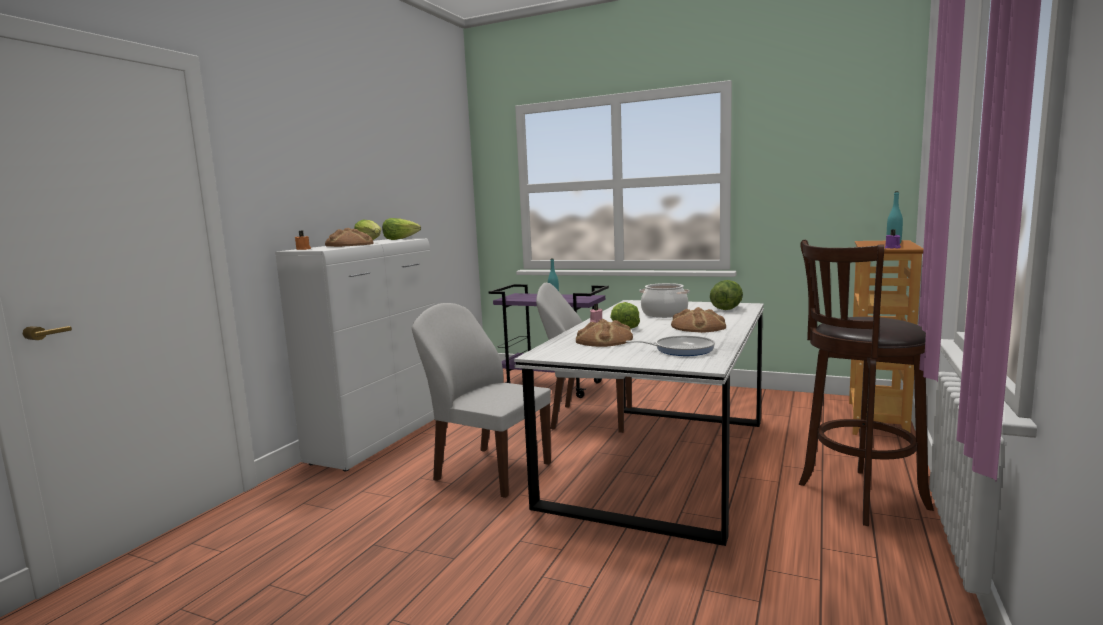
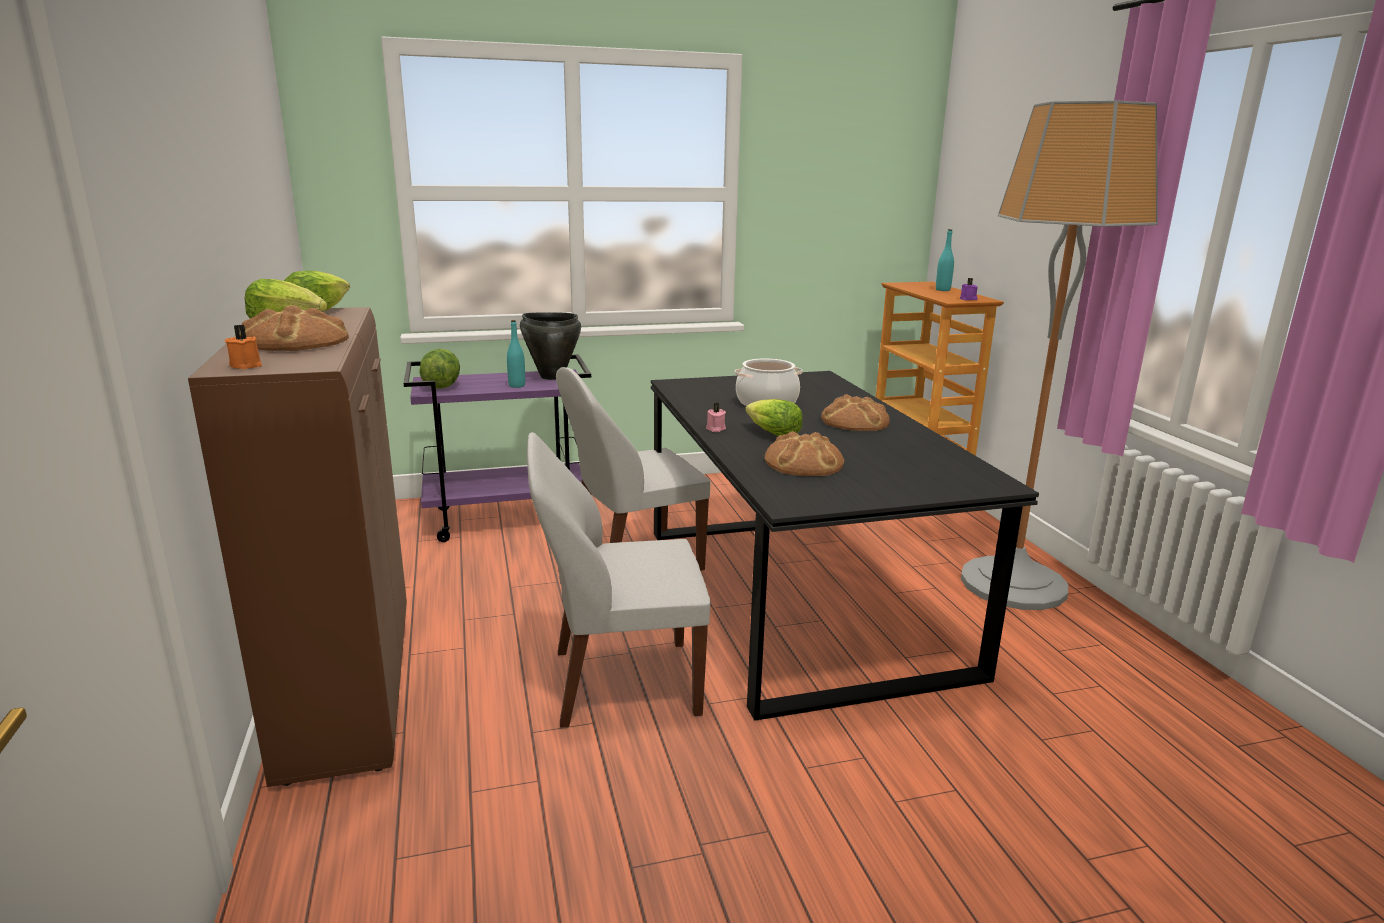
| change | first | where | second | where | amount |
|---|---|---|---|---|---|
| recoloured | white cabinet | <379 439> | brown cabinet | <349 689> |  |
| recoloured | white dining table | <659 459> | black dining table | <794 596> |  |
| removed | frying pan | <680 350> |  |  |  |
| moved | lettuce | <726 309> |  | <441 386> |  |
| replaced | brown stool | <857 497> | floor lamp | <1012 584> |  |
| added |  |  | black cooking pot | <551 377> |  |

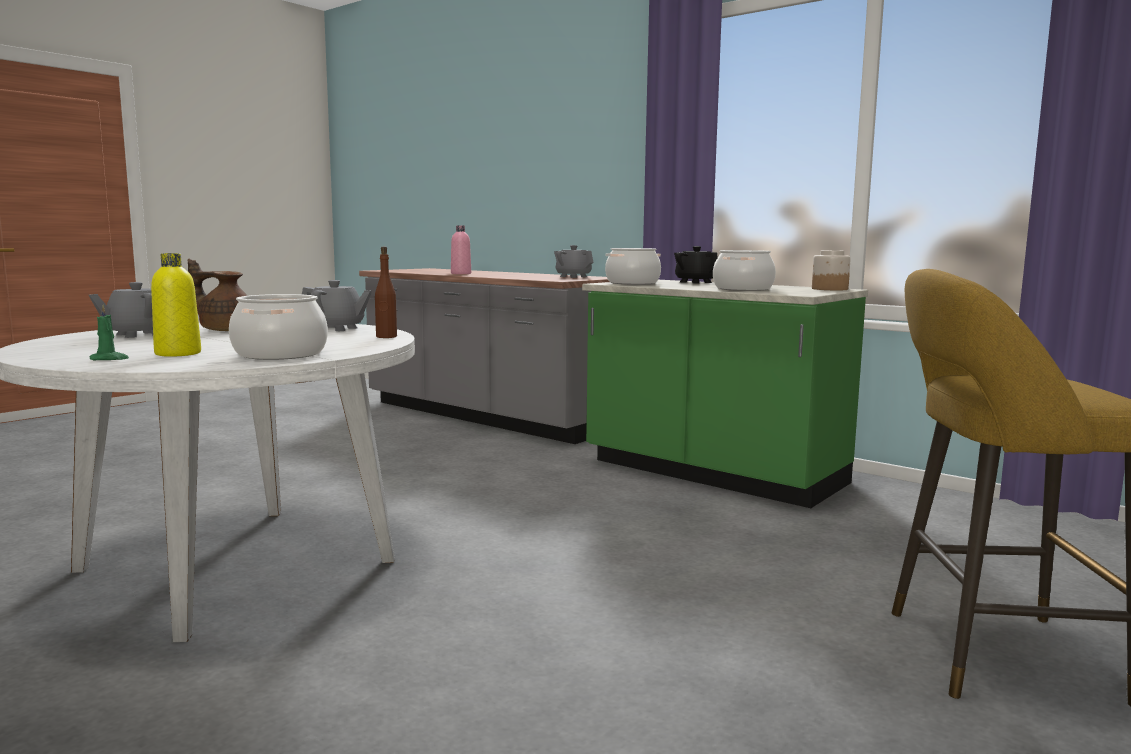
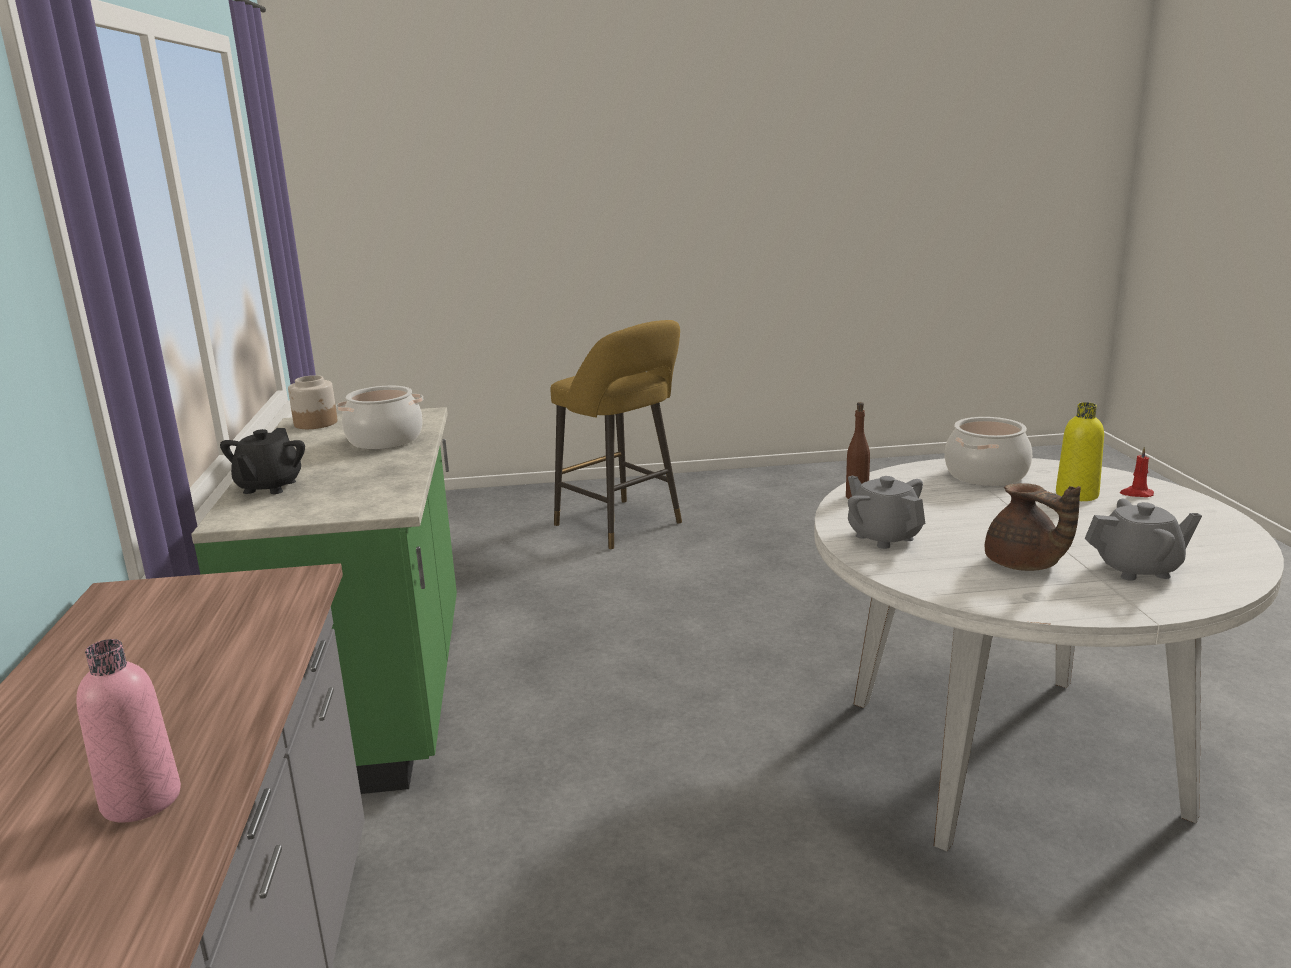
| change | first | where | second | where | amount |
|---|---|---|---|---|---|
| recoloured | green candle | <109 359> | red candle | <1136 494> |  |
| removed | grey teapot | <573 277> |  |  |  |
| removed | cooking pot | <632 283> |  |  |  |

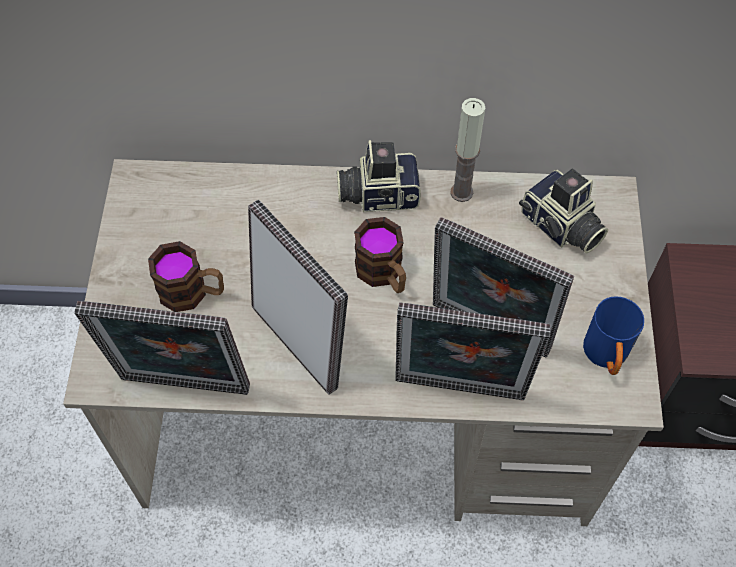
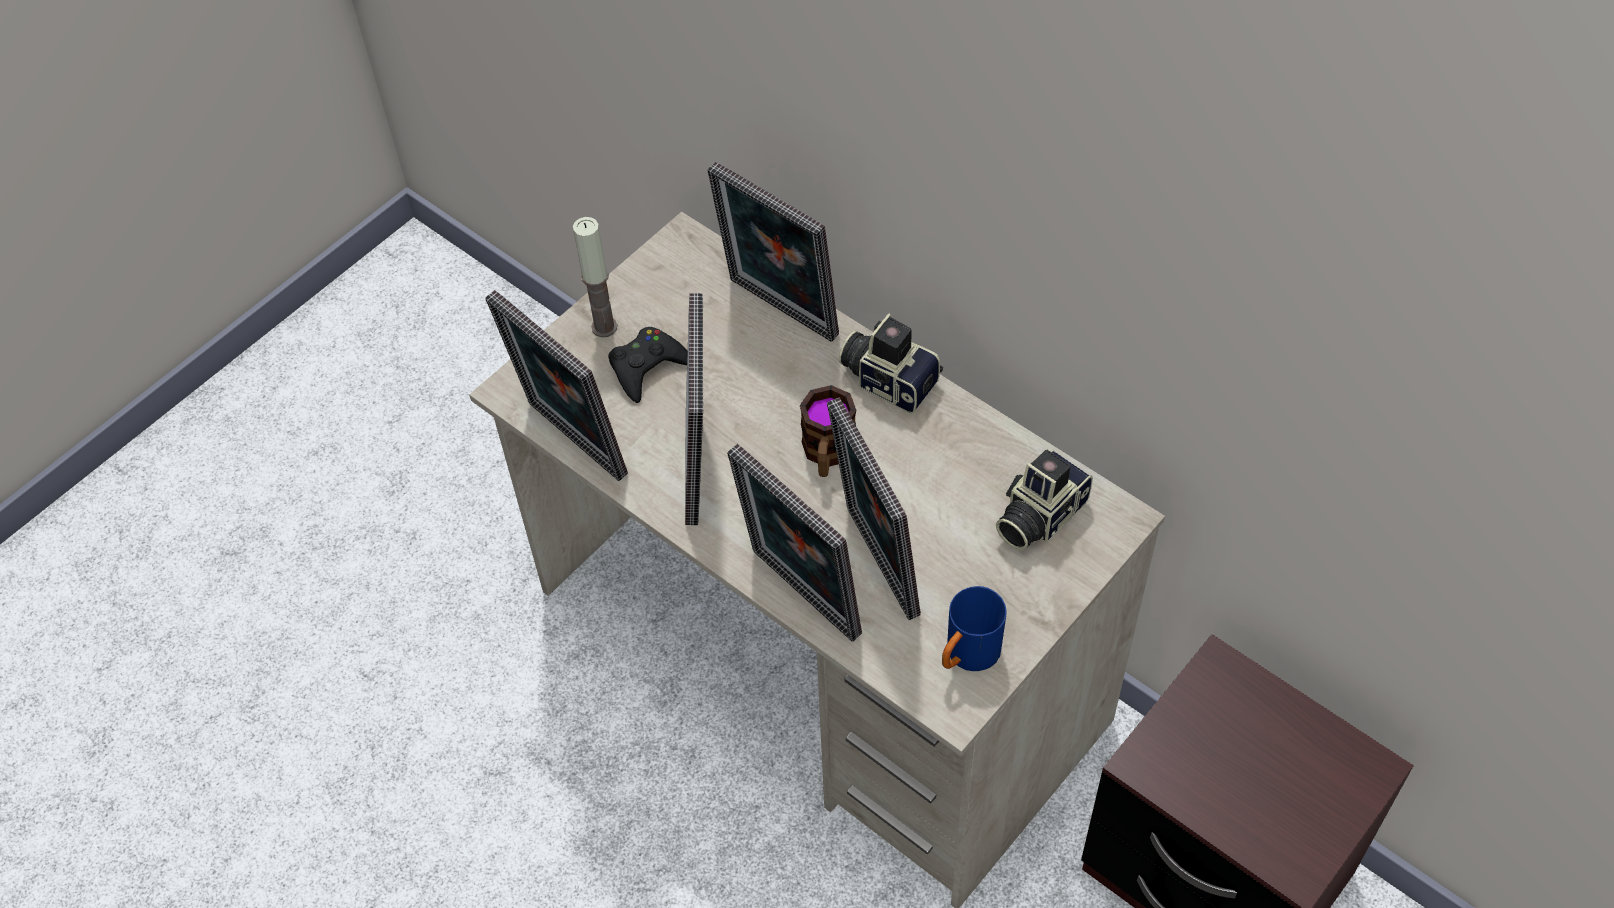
| change | first | where | second | where | amount |
|---|---|---|---|---|---|
| replaced | mug | <192 292> | black game controller | <647 368> |  |
| moved | candle | <461 192> |  | <604 327> |  |
| turned | photo camera | <560 227> |  | <1037 515> | 45 degrees clockwise |
| added |  |  | picture frame | <778 312> |  |

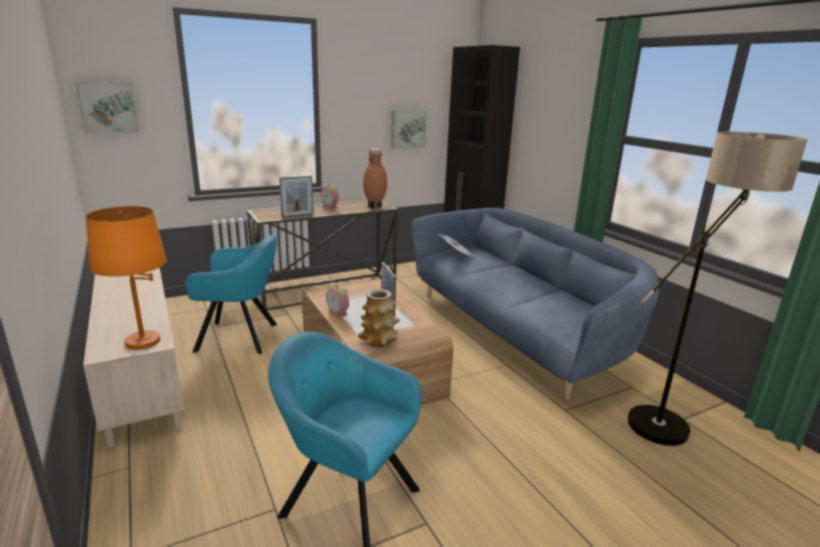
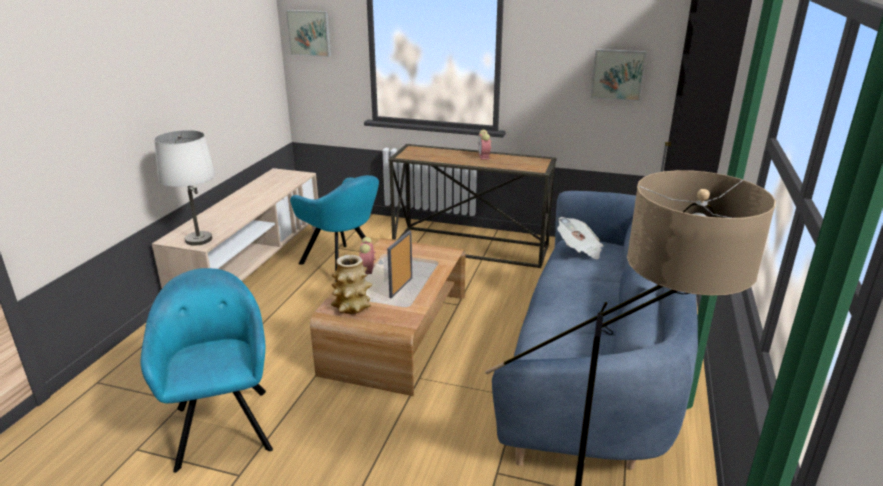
| change | first | where | second | where | amount |
|---|---|---|---|---|---|
| recoloured | orange table lamp | <142 342> | white table lamp | <198 240> |  |
| removed | picture frame | <297 216> |  |  |  |
| removed | brown vase | <375 207> |  |  |  |

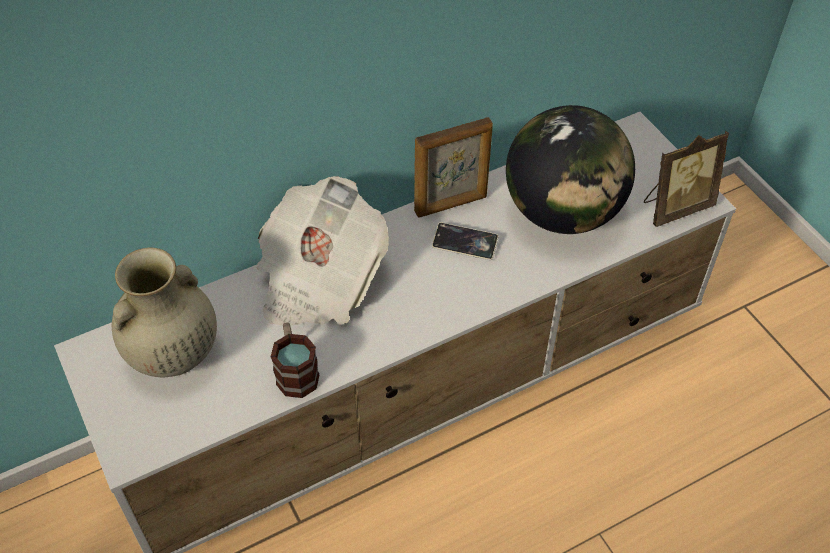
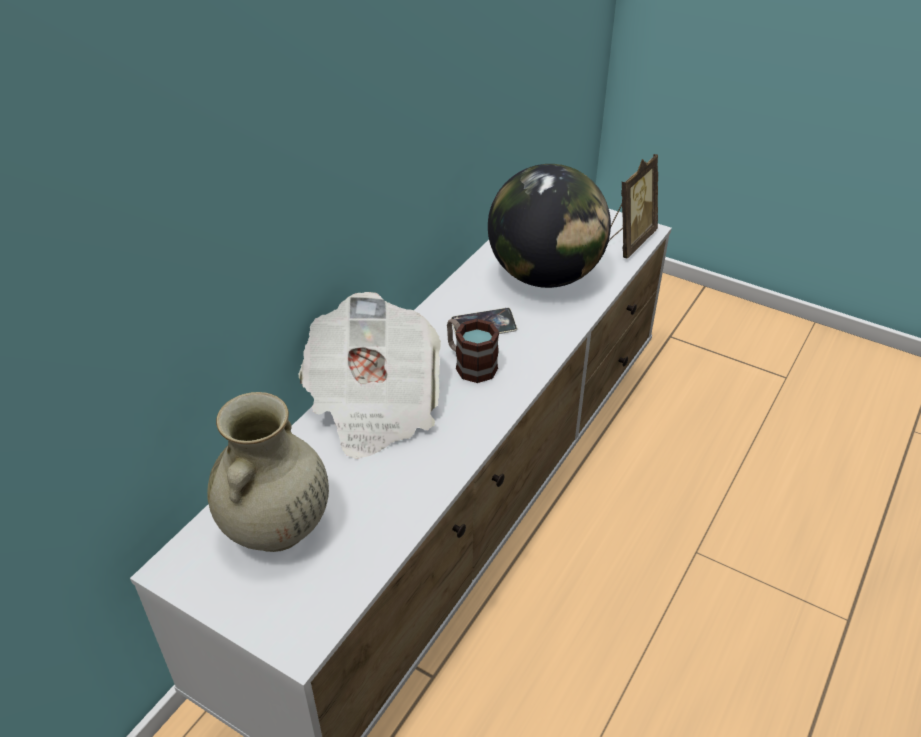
| change | first | where | second | where | amount |
|---|---|---|---|---|---|
| moved | mug | <295 371> |  | <470 364> |  |
| removed | picture frame | <451 205> |  |  |  |

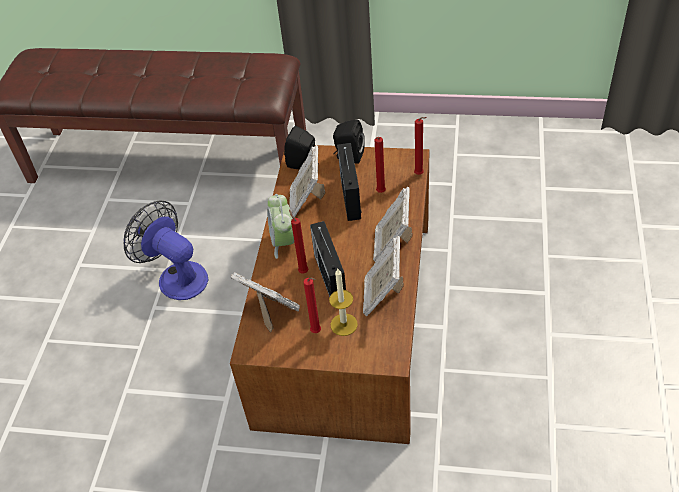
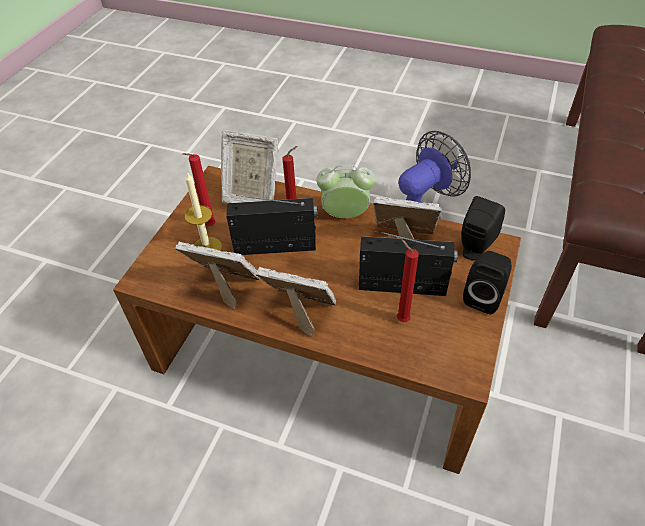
| change | first | where | second | where | amount |
|---|---|---|---|---|---|
| turned | picture frame | <271 312> |  | <251 196> | 60 degrees clockwise |
| removed | red candle | <420 175> |  |  |  |

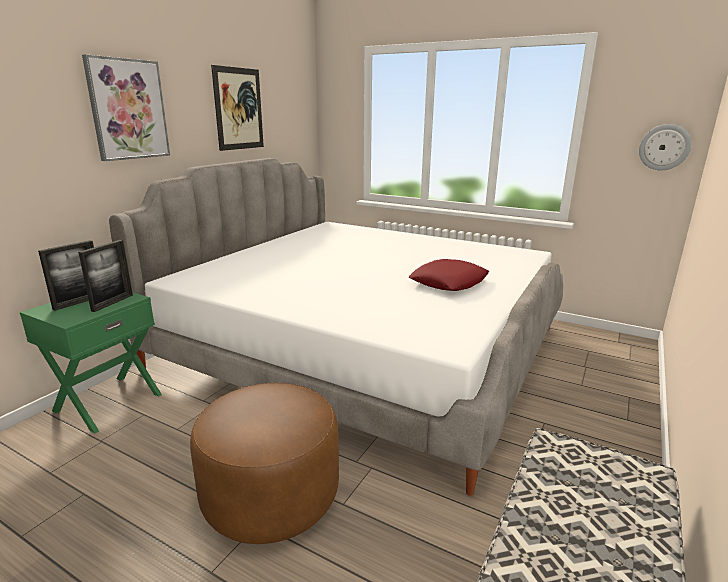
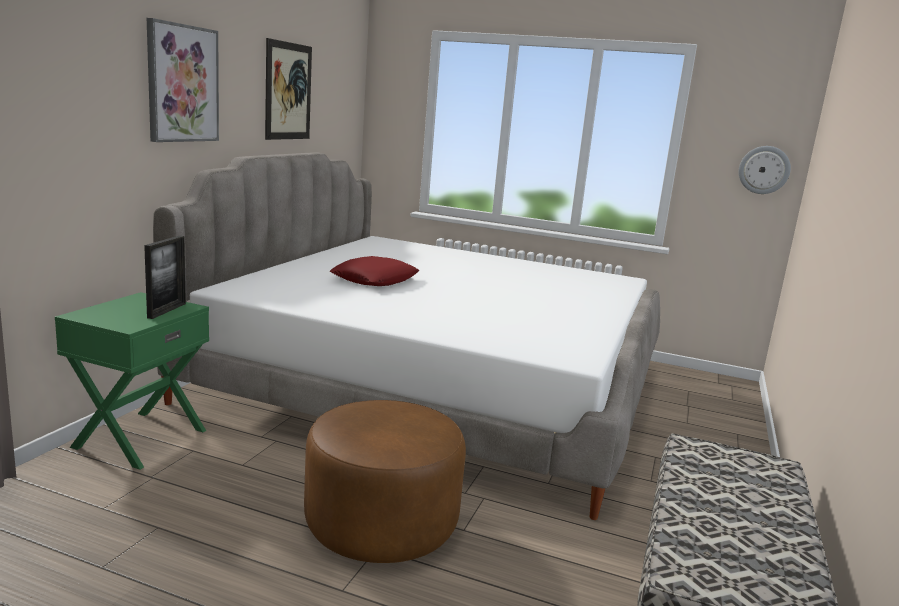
| change | first | where | second | where | amount |
|---|---|---|---|---|---|
| removed | picture frame | <79 302> |  |  |  |
| moved | red pillow | <449 282> |  | <375 279> |  |

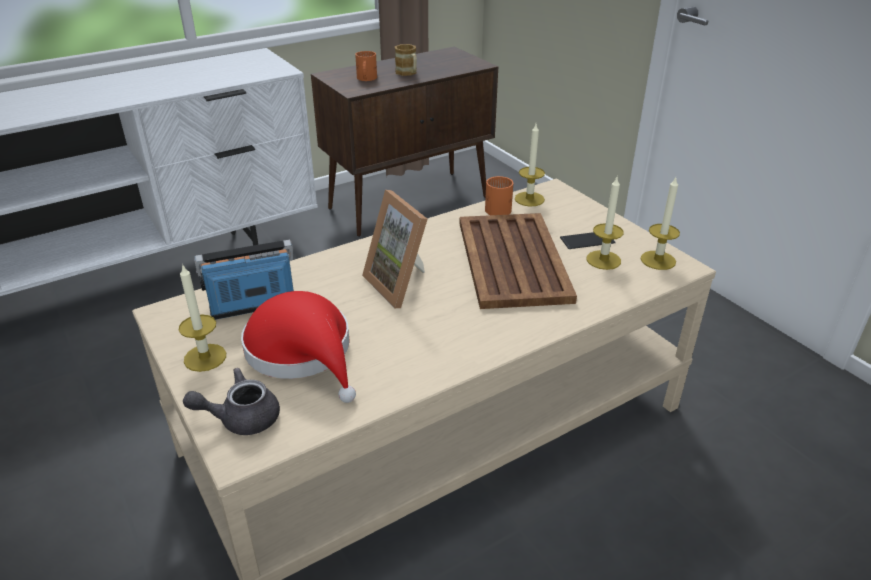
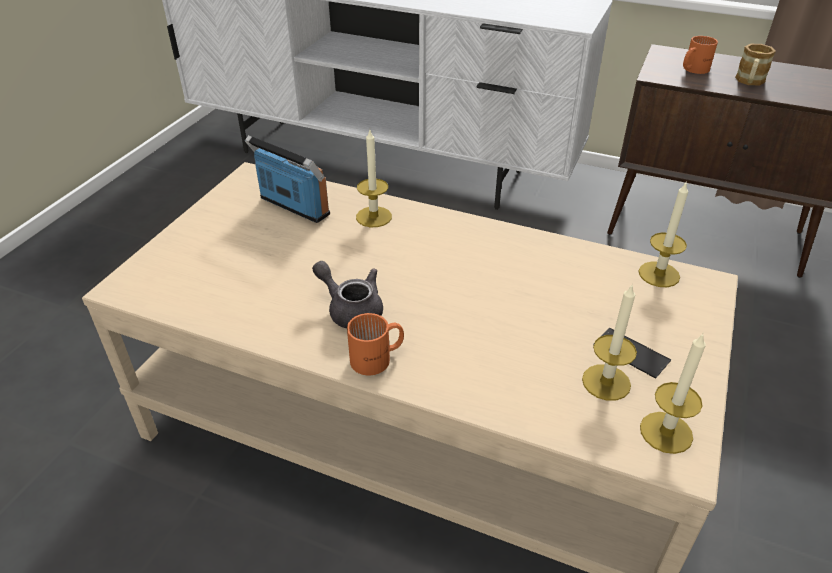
| change | first | where | second | where | amount |
|---|---|---|---|---|---|
| moved | candle | <205 357> |  | <374 217> |  |
| moved | grey teapot | <241 418> |  | <351 309> |  |
| removed | red hat | <303 352> |  |  |  |
| removed | picture frame | <402 284> |  |  |  |
| removed | brown tray | <512 261> |  |  |  |
| moved | orange mug | <499 207> |  | <378 359> |  |

